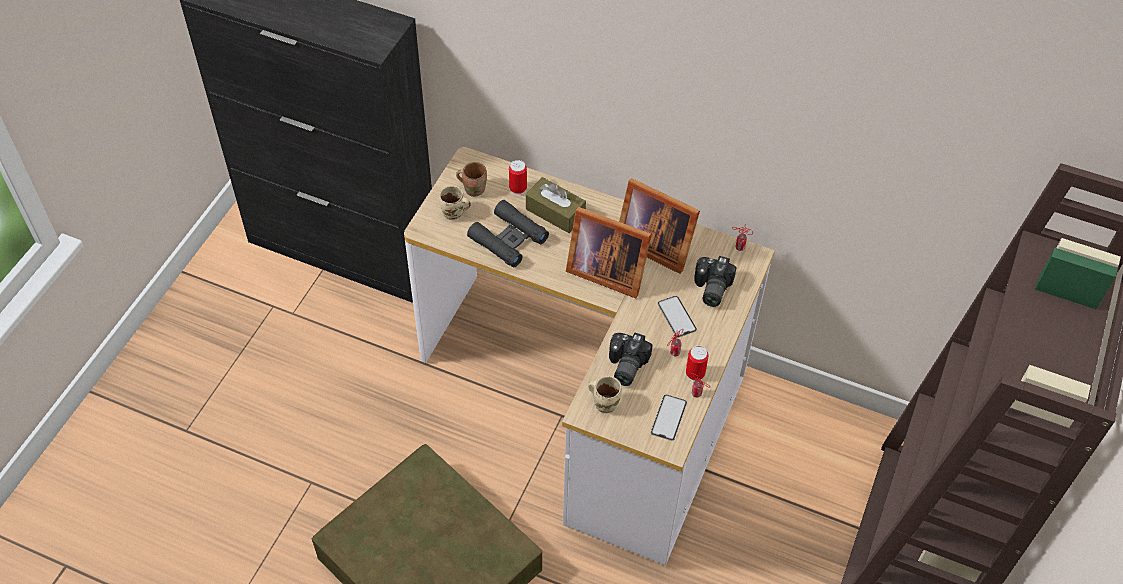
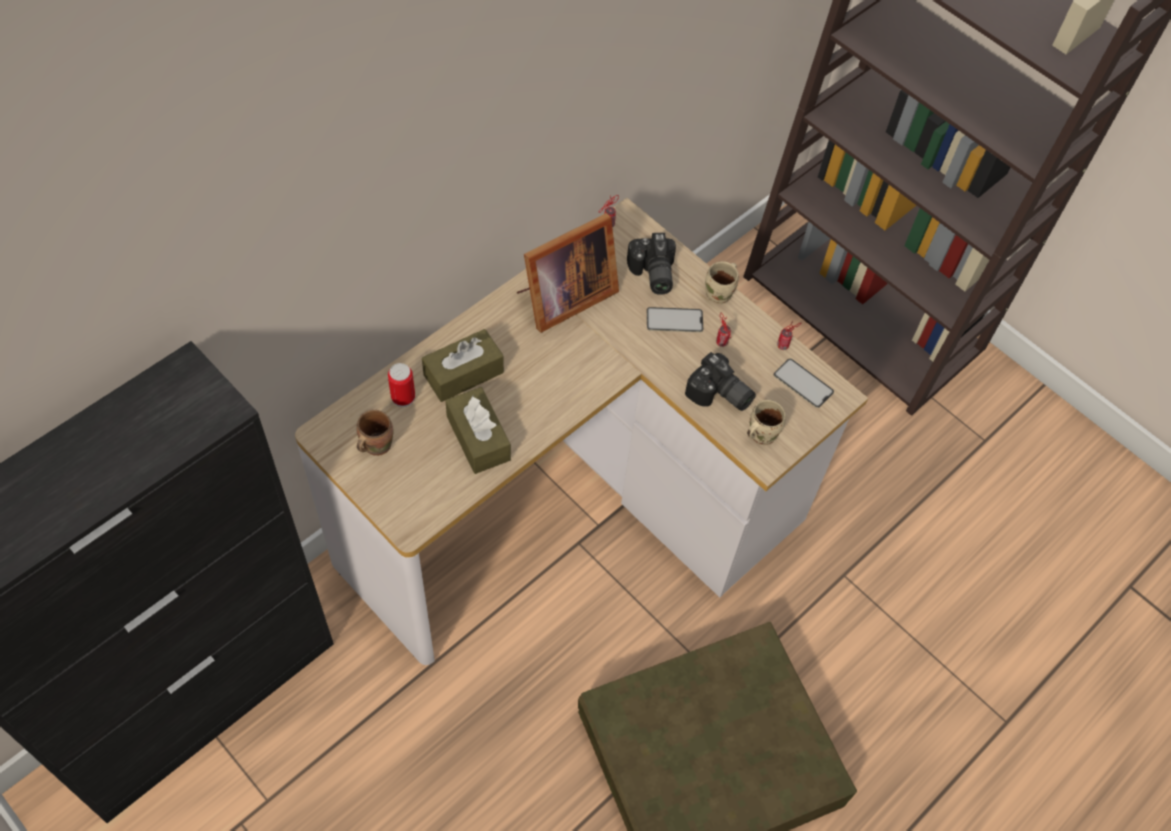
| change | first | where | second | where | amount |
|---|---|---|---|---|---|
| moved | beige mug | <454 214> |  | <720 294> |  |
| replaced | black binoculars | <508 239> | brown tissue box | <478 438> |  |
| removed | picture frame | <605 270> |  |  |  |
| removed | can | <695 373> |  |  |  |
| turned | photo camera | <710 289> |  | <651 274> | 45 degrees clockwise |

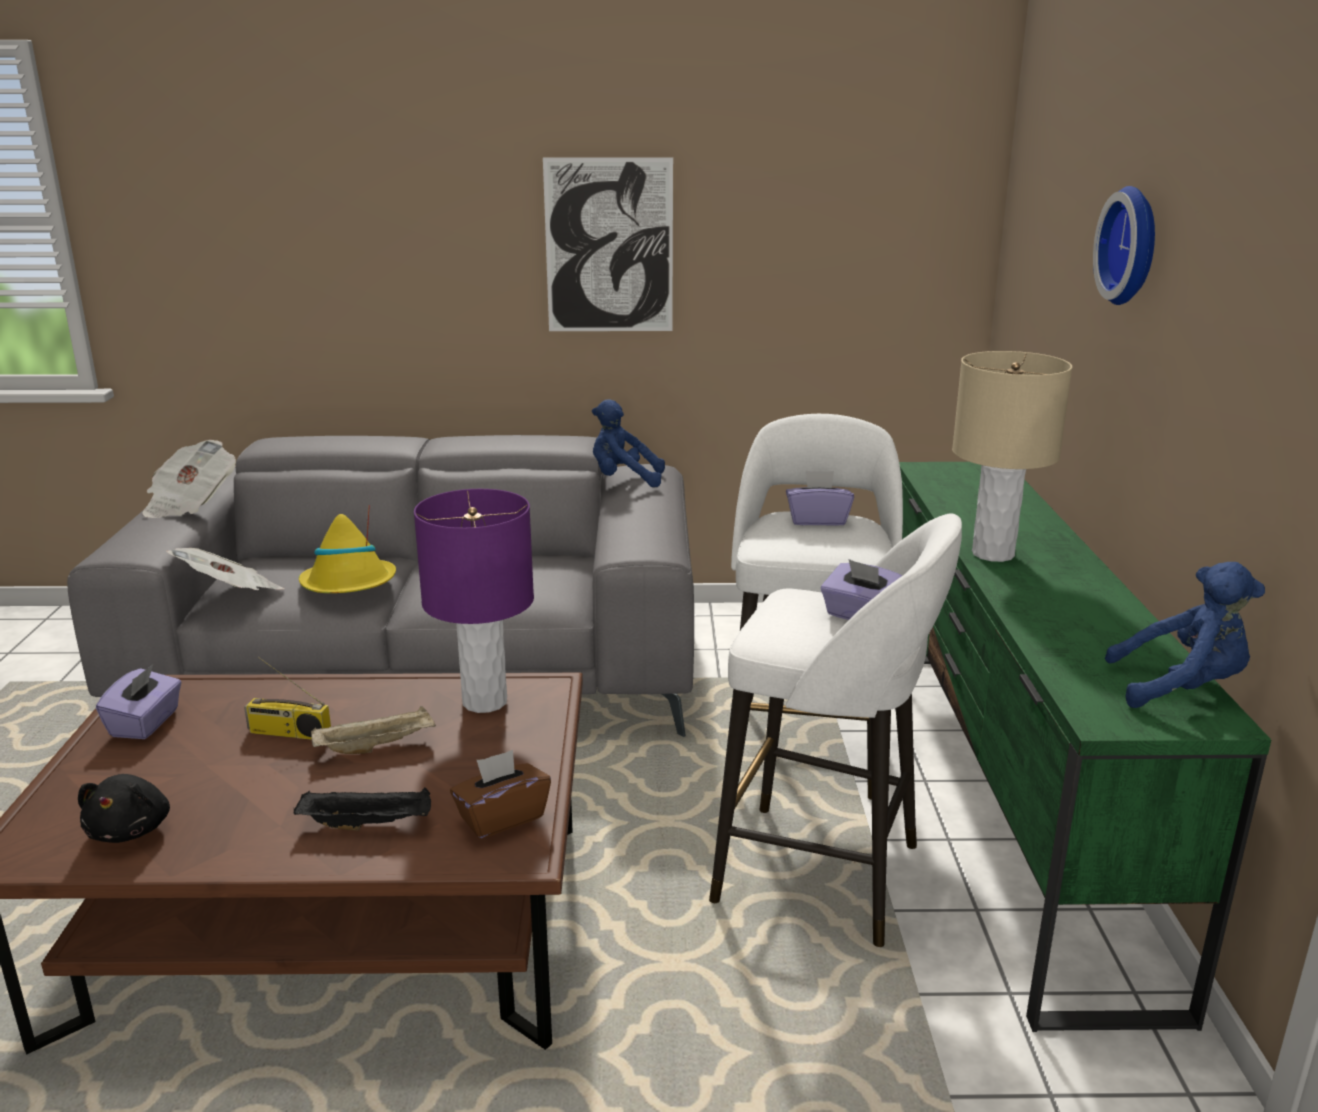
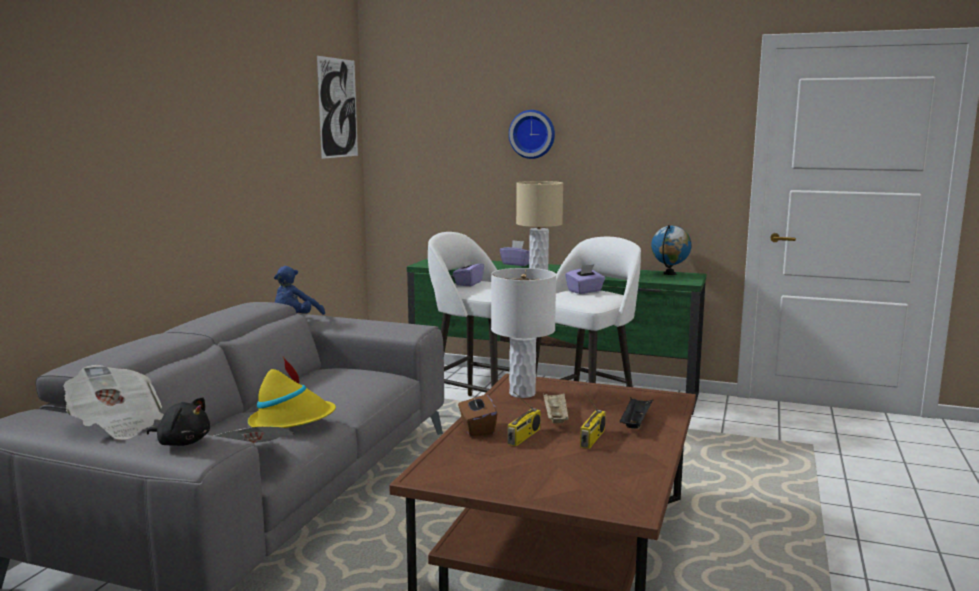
| change | first | where | second | where | amount |
|---|---|---|---|---|---|
| moved | black plush toy | <131 830> |  | <182 442> |  |
| moved | purple tissue box | <146 723> |  | <516 264> |  |
| recoloured | purple table lamp | <484 702> | white table lamp | <522 393> |  |
| moved | brown tissue box | <502 817> |  | <477 428> |  |
| moved | picture | <609 246> |  | <338 108> |  |
| replaced | blue plush toy | <1181 688> | globe | <670 274> |  |
| added |  |  | radio | <593 439> |  |

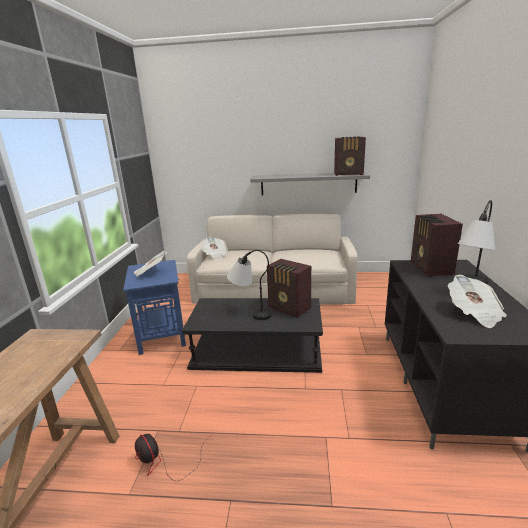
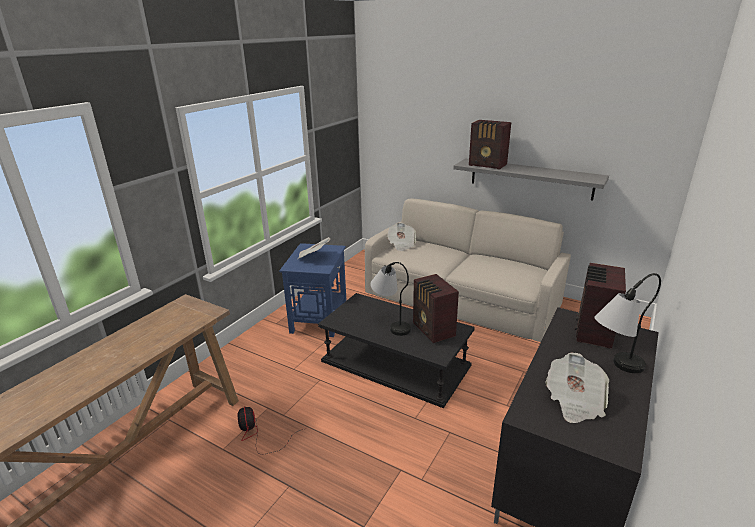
| change | first | where | second | where | amount |
|---|---|---|---|---|---|
| moved | radio | <349 174> |  | <488 165> |  |

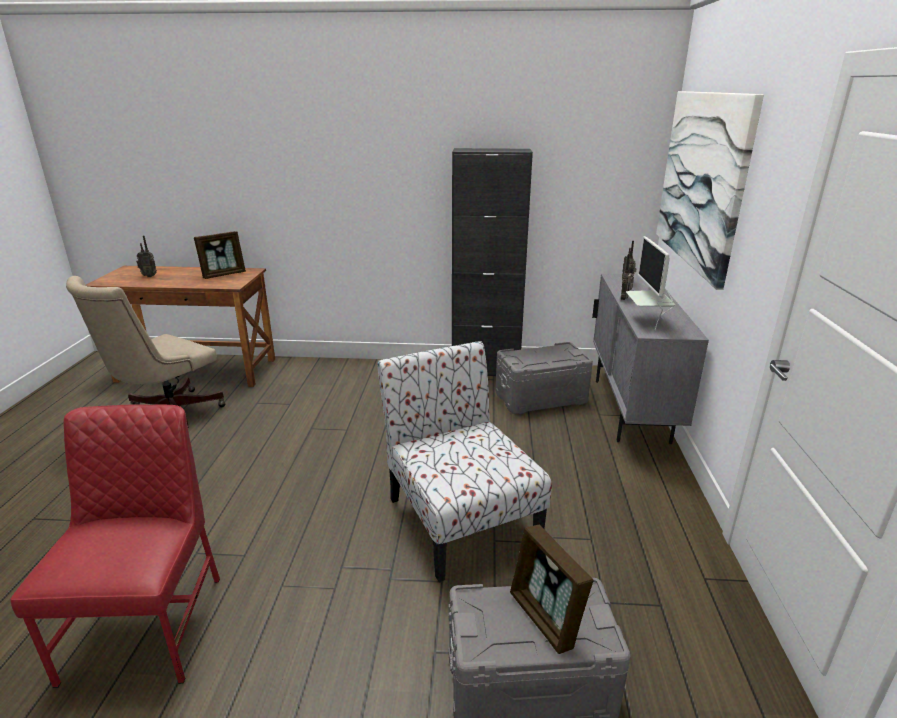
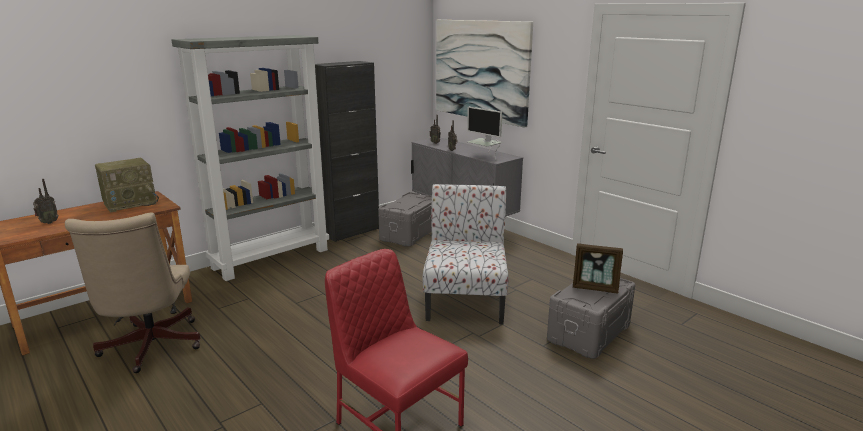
| change | first | where | second | where | amount |
|---|---|---|---|---|---|
| replaced | picture frame | <223 274> | radio | <131 203> |  |
| turned | chair | <459 518> |  | <465 299> | 75 degrees clockwise |
| added |  |  | grey bookcase | <271 258> |  |

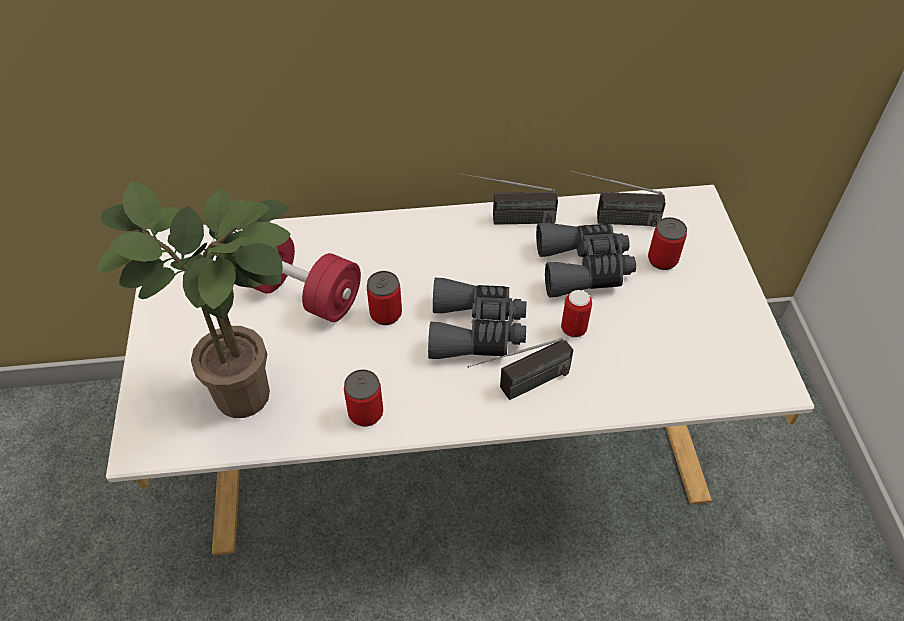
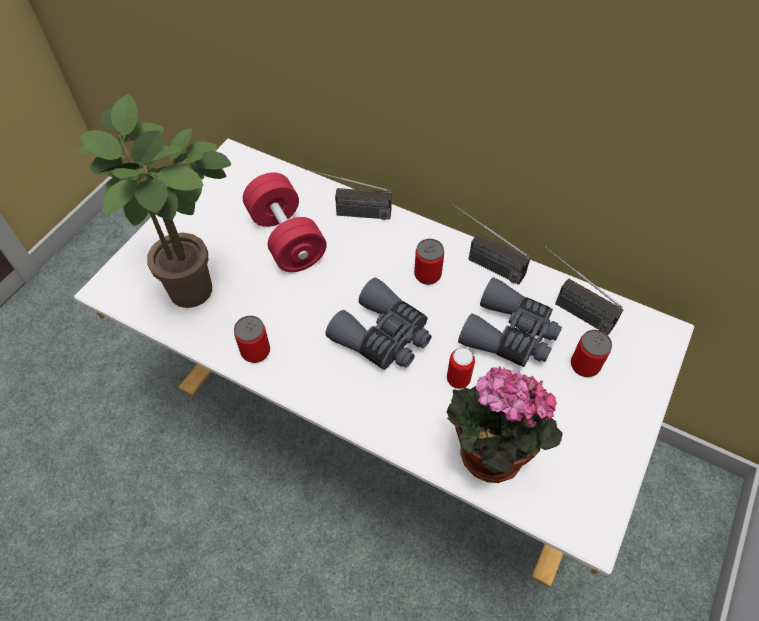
| change | first | where | second | where | amount |
|---|---|---|---|---|---|
| moved | can | <386 314> |  | <427 275> |  |
| moved | radio | <519 388> |  | <349 212> |  |
| added |  |  | potted plant | <486 457> |  |

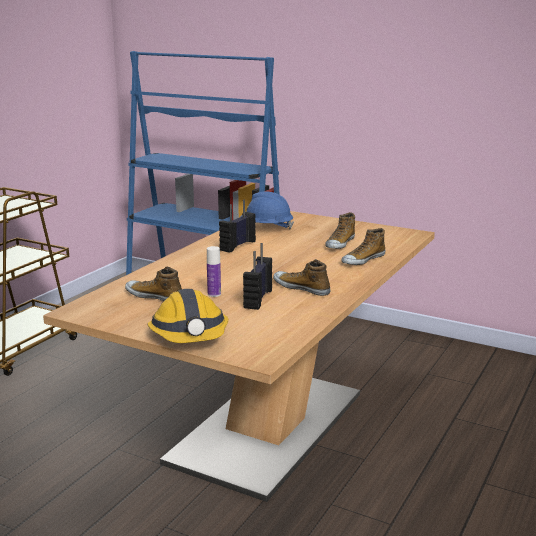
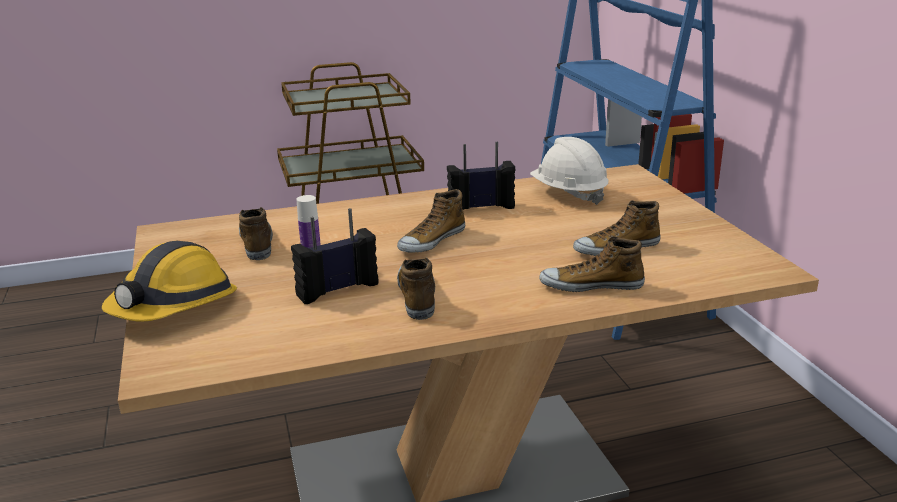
| change | first | where | second | where | amount |
|---|---|---|---|---|---|
| recoloured | blue hard hat | <265 228> | white hard hat | <568 194> |  |
| added |  |  | shoe | <431 241> |  |

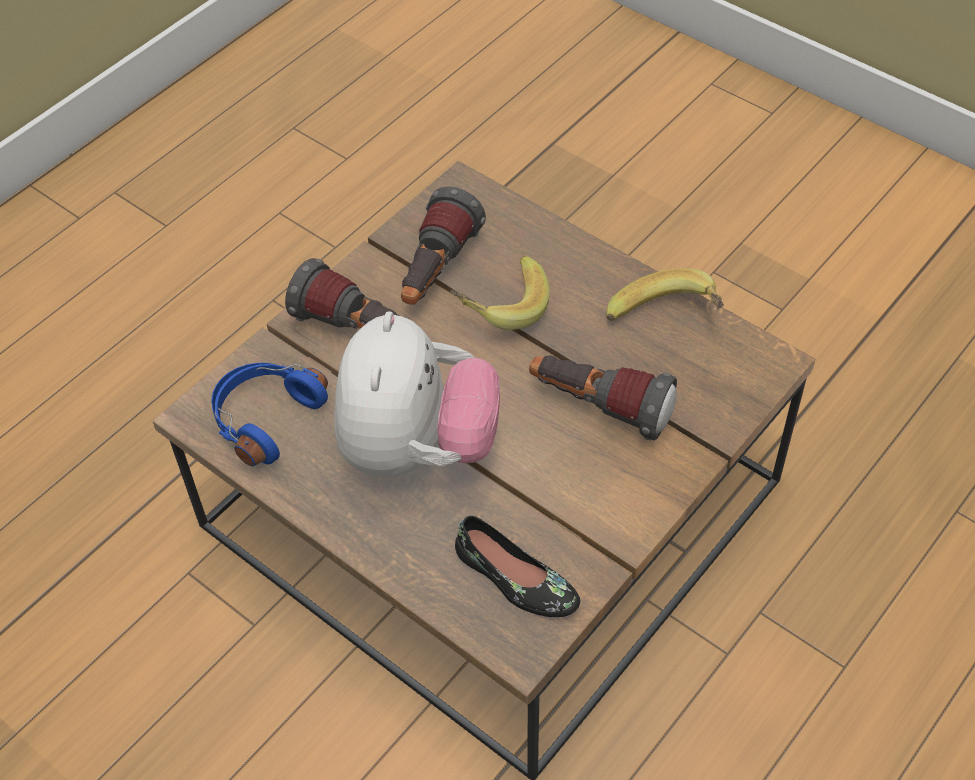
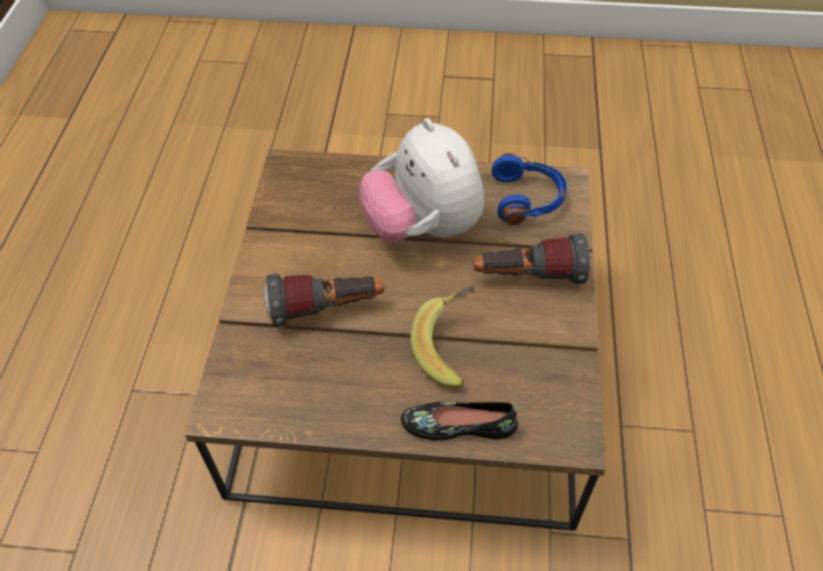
| change | first | where | second | where | amount |
|---|---|---|---|---|---|
| removed | flashlight | <436 272> |  |  |  |
| moved | black shoe | <515 580> |  | <458 424> |  |
| removed | banana | <666 321> |  |  |  |

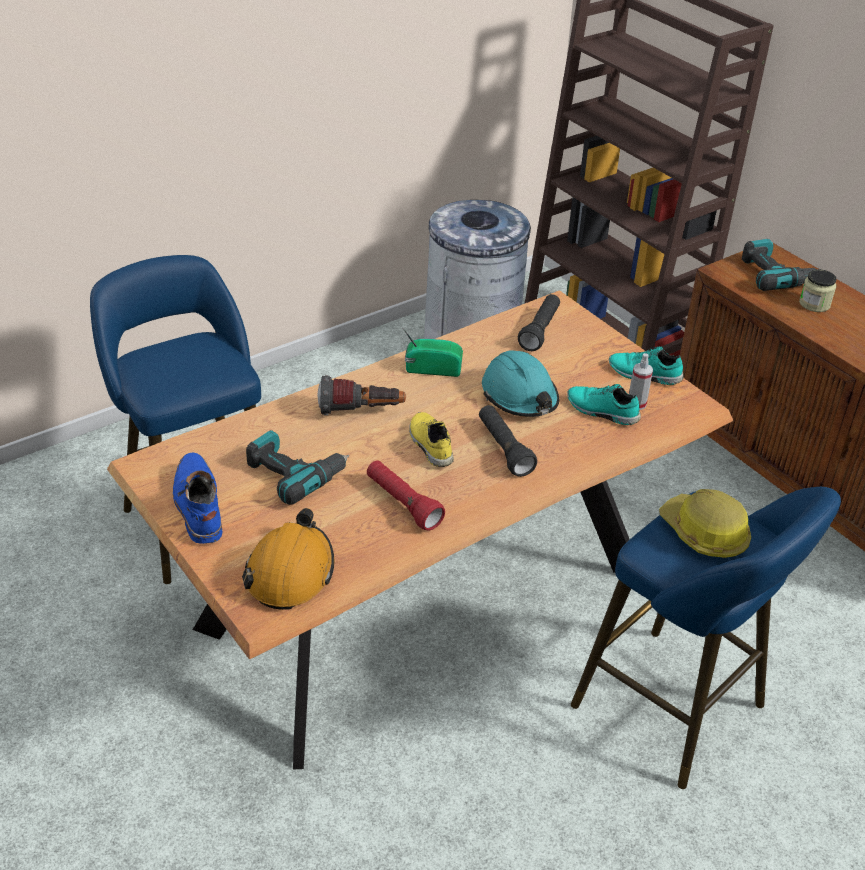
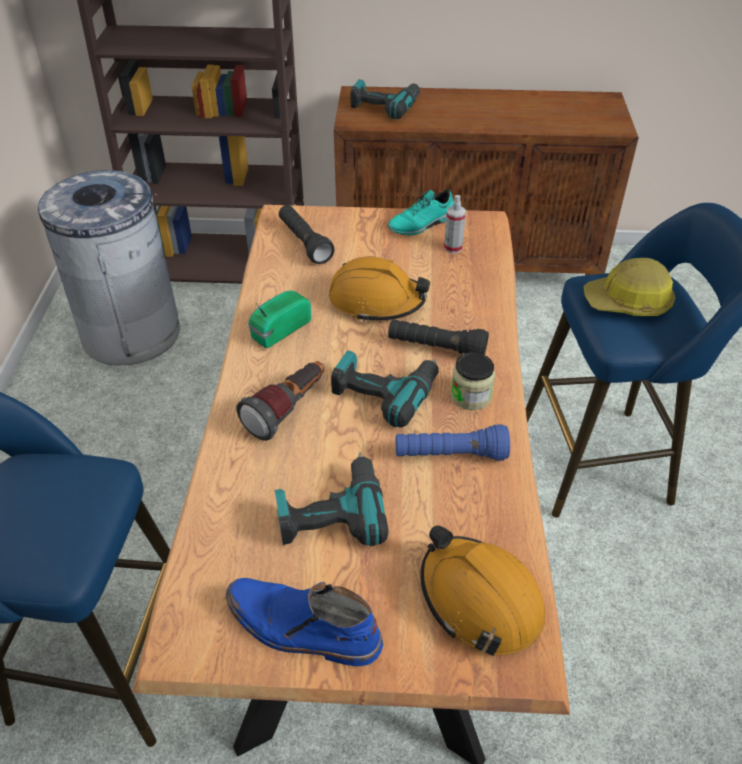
| change | first | where | second | where | amount |
|---|---|---|---|---|---|
| recoloured | red flashlight | <402 504> | blue flashlight | <450 455> |  |
| replaced | yellow shoe | <429 445> | power drill | <385 391> |  |
| recoloured | turquoise hard hat | <520 396> | orange hard hat | <377 301> |  |
| removed | turquoise shoe | <601 412> |  |  |  |
| moved | jar | <814 304> |  | <471 396> |  |

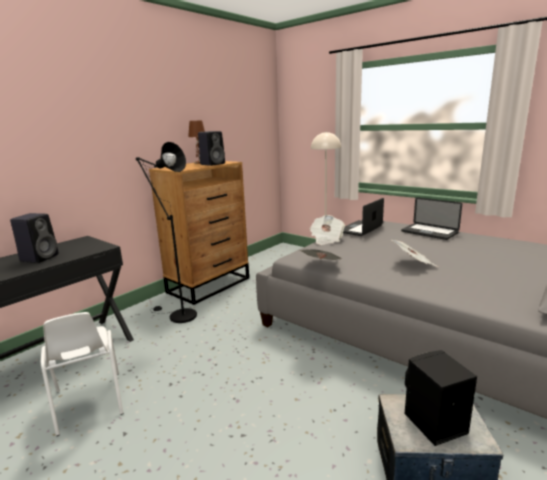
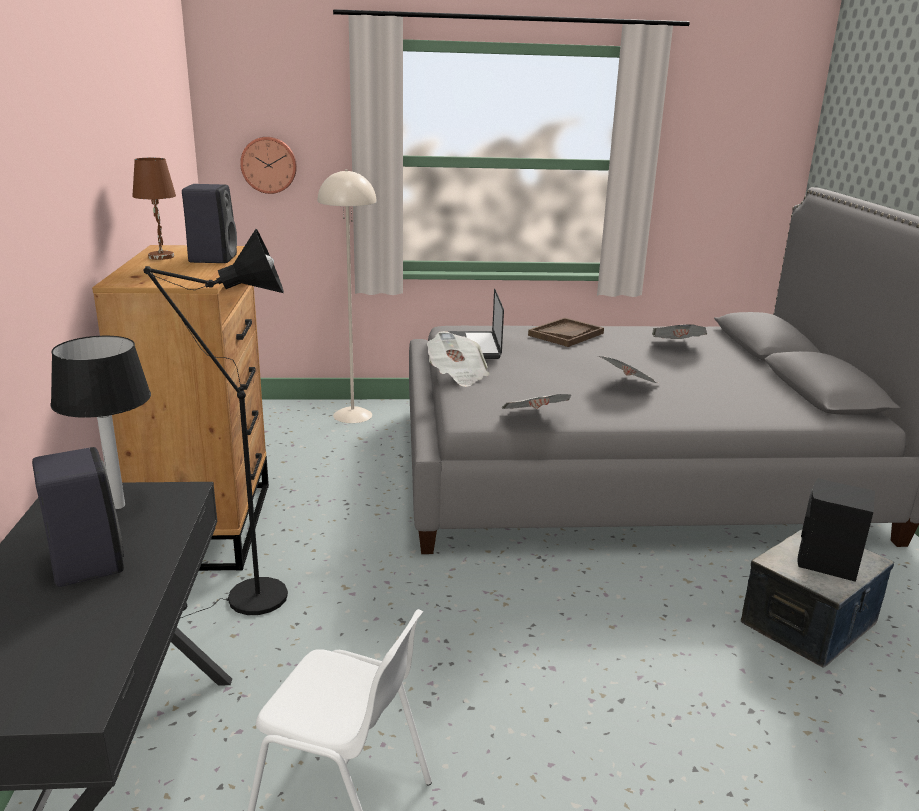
| change | first | where | second | where | amount |
|---|---|---|---|---|---|
| replaced | laptop | <429 232> | brown tray | <566 334> |  |
| added |  |  | table lamp | <118 505> |  |
| added |  |  | wall clock | <269 165> |  |
| added |  |  | newspaper | <676 347> |  |

